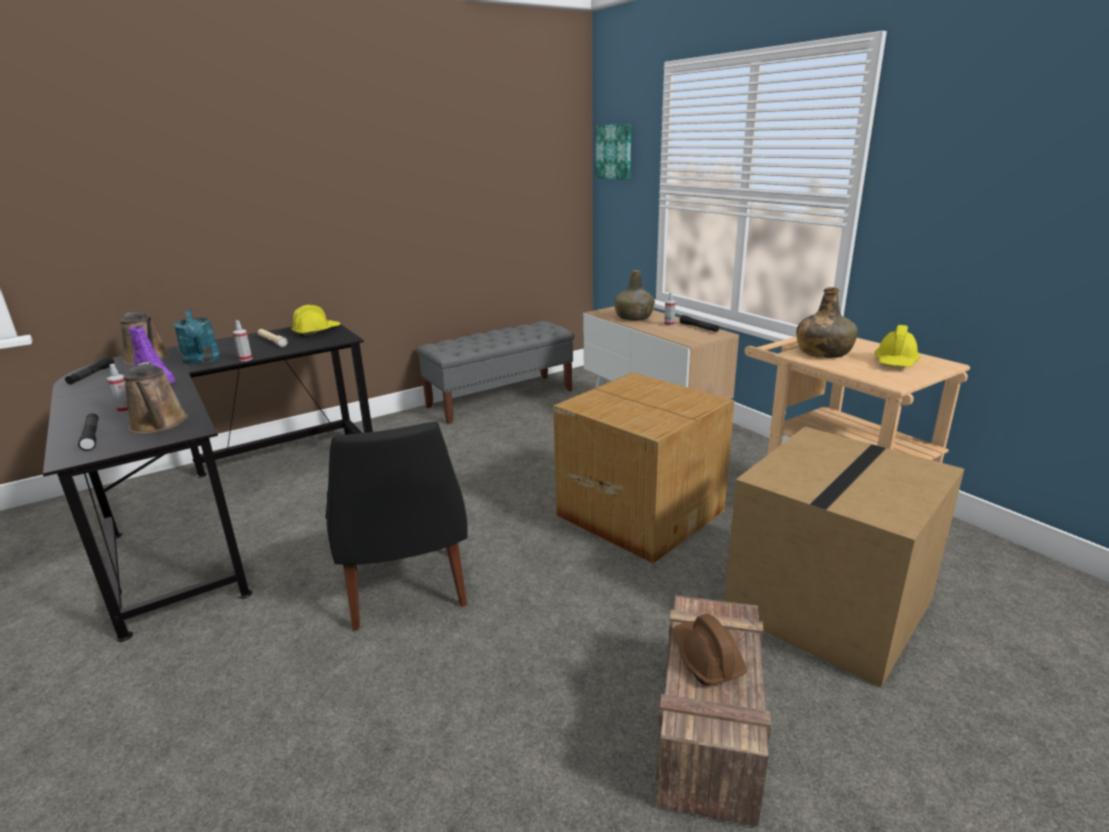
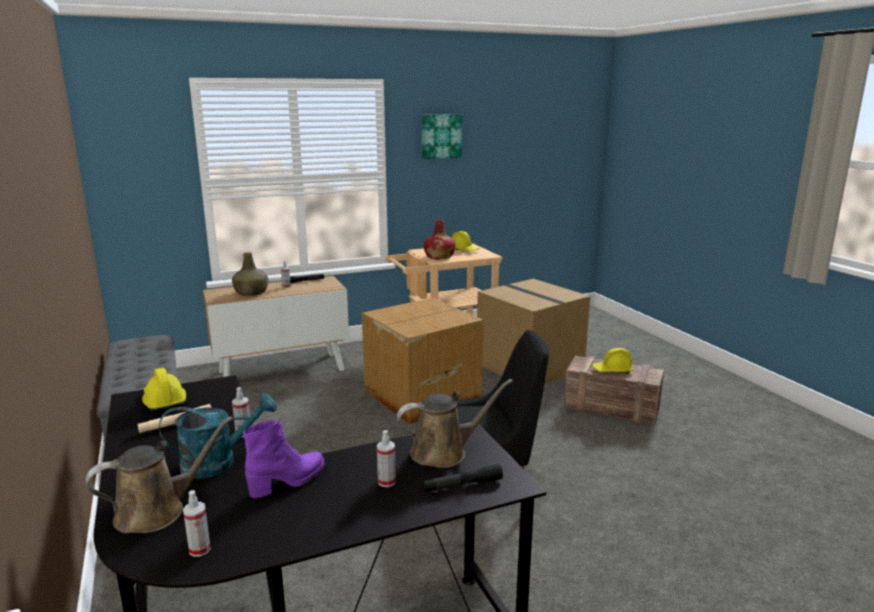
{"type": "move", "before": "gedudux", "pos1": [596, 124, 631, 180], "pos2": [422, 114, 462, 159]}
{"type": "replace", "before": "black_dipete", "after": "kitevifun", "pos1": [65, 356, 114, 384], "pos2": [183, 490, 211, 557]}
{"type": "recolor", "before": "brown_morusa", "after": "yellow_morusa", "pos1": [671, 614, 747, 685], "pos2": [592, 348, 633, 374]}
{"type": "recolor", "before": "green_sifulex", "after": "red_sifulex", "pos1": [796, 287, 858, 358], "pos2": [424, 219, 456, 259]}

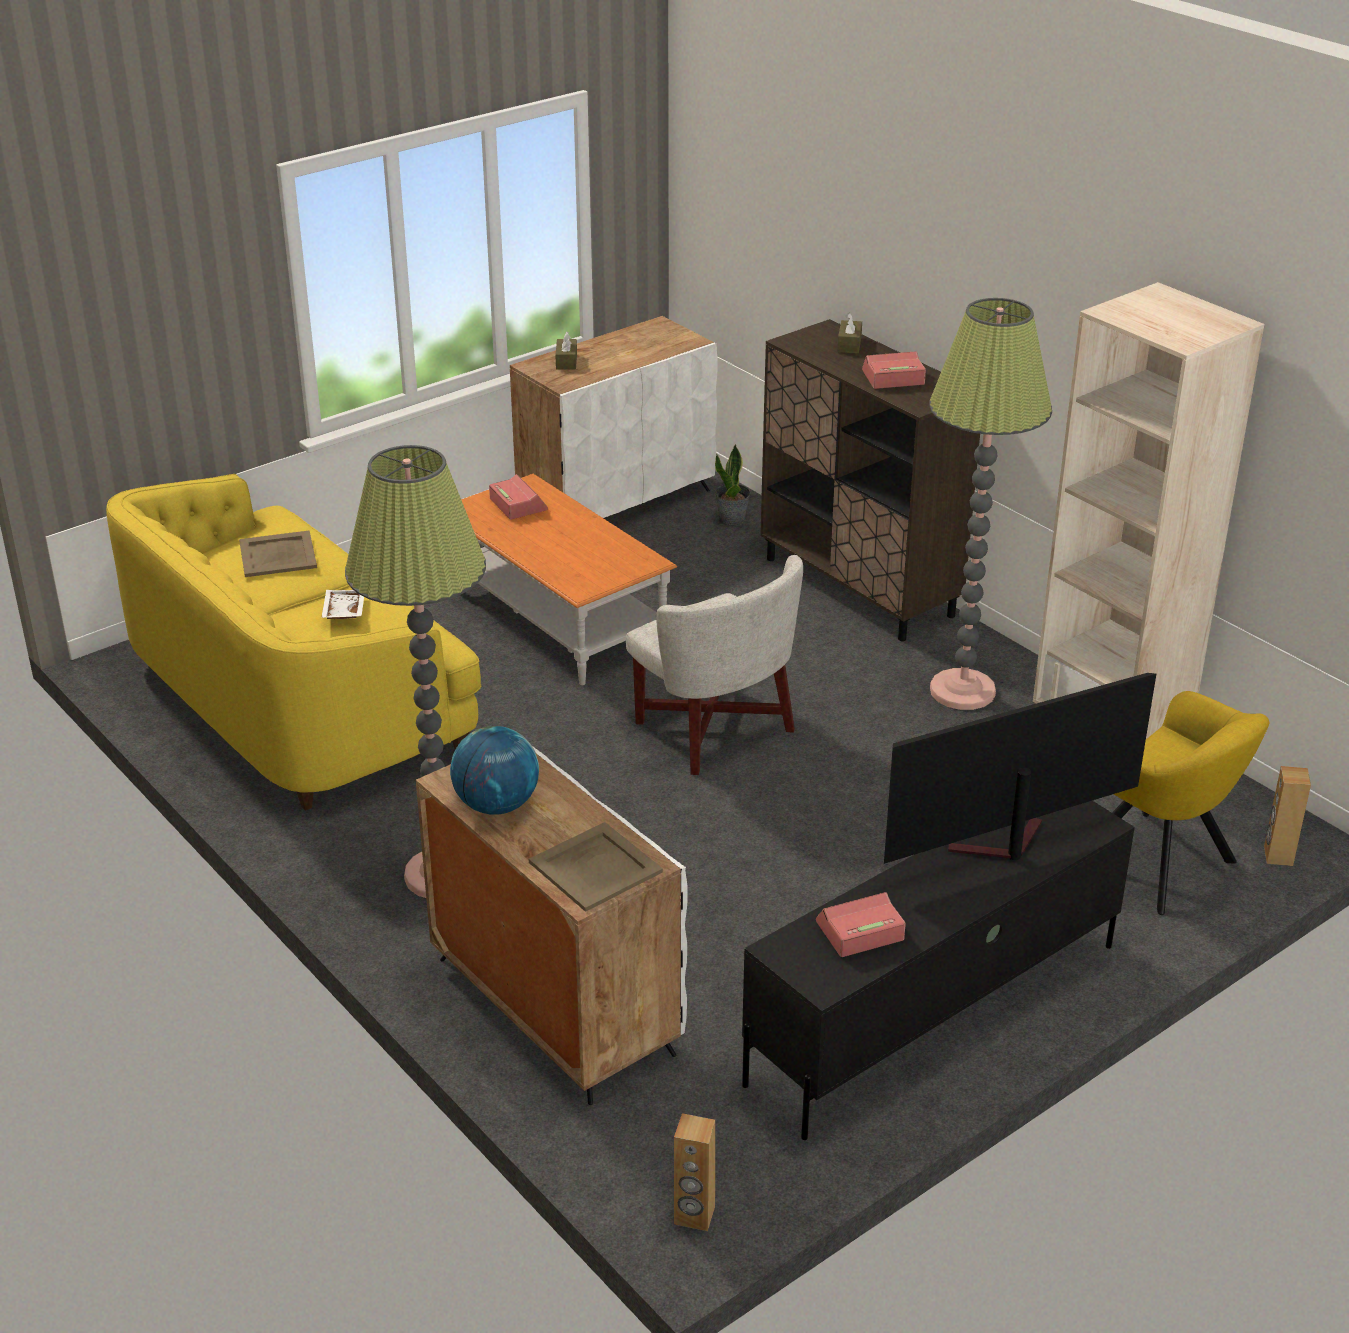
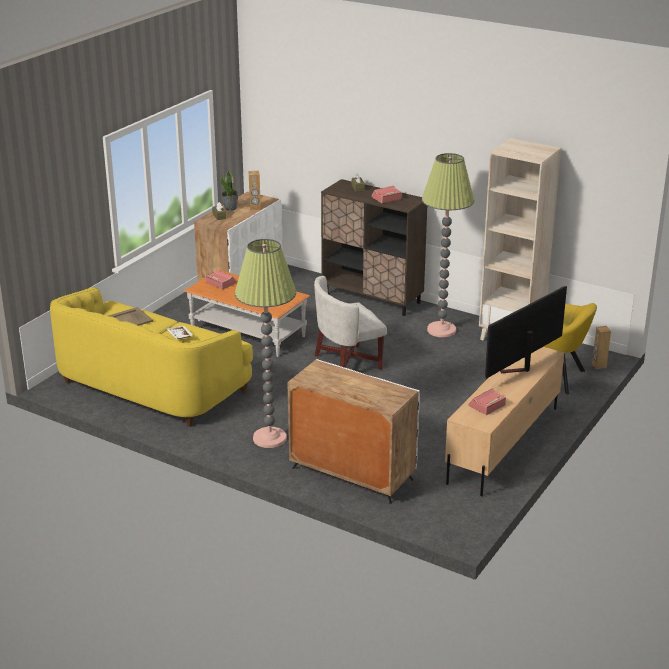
{"type": "delete", "before": "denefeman", "pos1": [450, 726, 539, 815]}
{"type": "delete", "before": "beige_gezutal", "pos1": [529, 822, 663, 912]}
{"type": "move", "before": "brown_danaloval", "pos1": [674, 1113, 715, 1231], "pos2": [249, 171, 261, 210]}
{"type": "move", "before": "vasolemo", "pos1": [715, 444, 750, 527], "pos2": [221, 170, 239, 211]}
{"type": "recolor", "before": "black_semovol", "after": "beige_semovol", "pos1": [742, 801, 1135, 1140], "pos2": [445, 347, 564, 496]}
{"type": "rotate", "before": "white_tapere", "pos1": [626, 555, 803, 775], "pos2": [314, 276, 387, 369], "turn": 120}

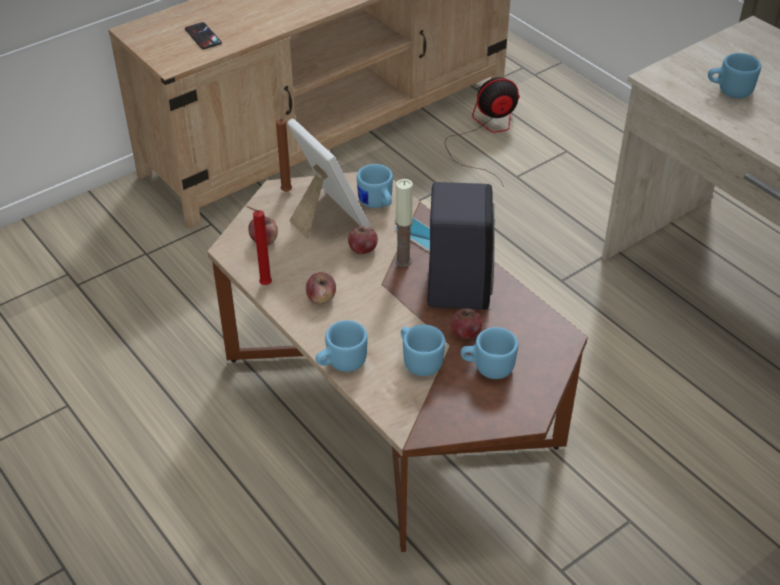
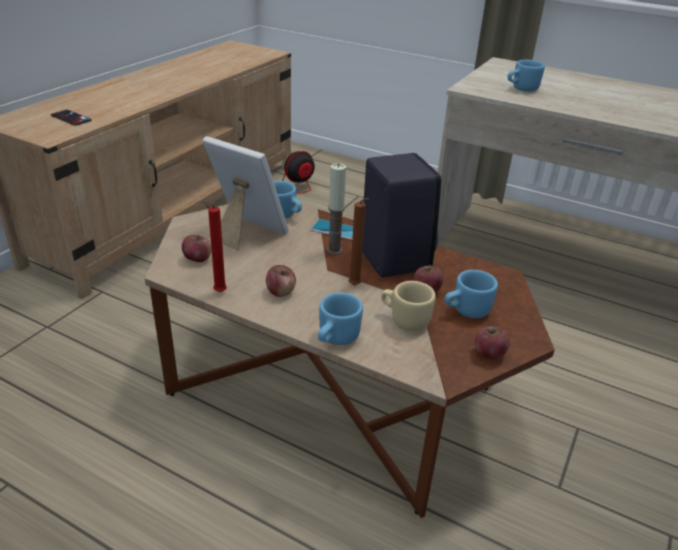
{"type": "move", "before": "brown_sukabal", "pos1": [276, 118, 292, 192], "pos2": [349, 198, 369, 285]}
{"type": "move", "before": "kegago", "pos1": [348, 226, 378, 254], "pos2": [475, 326, 510, 359]}
{"type": "recolor", "before": "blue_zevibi", "after": "beige_zevibi", "pos1": [401, 324, 445, 376], "pos2": [381, 281, 436, 331]}

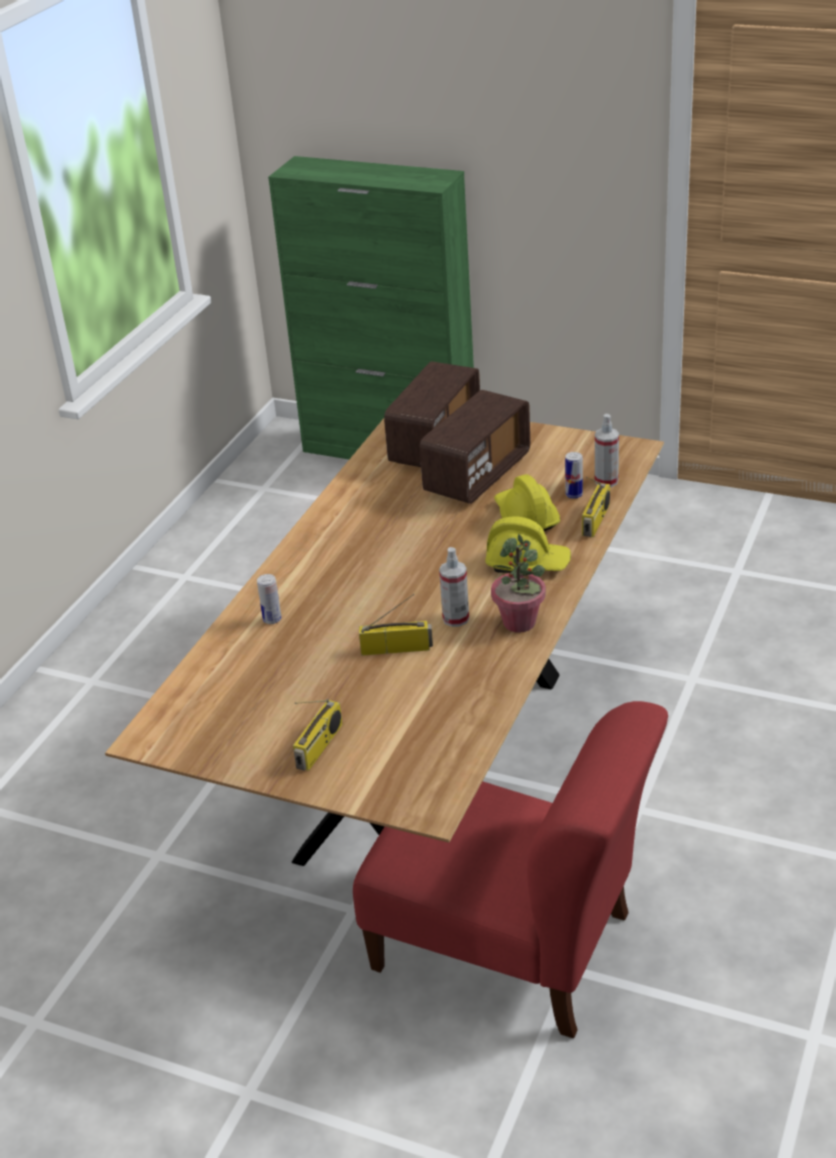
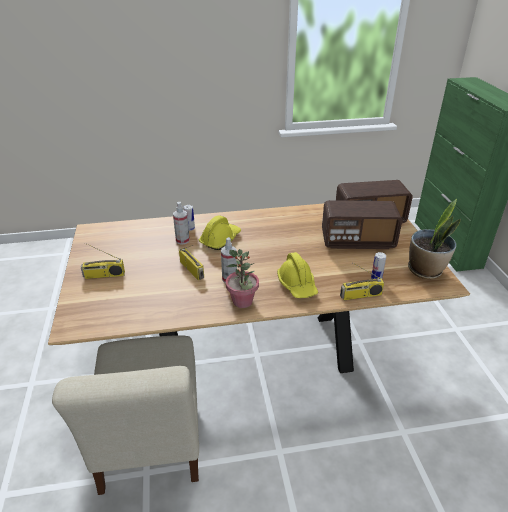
{"type": "insert", "after": "vasolemo", "pos2": [408, 199, 461, 279]}
{"type": "move", "before": "yellow_morusa", "pos1": [494, 474, 560, 531], "pos2": [199, 215, 241, 250]}
{"type": "move", "before": "kitevifun", "pos1": [595, 414, 619, 487], "pos2": [173, 202, 190, 245]}
{"type": "recolor", "before": "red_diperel", "after": "beige_diperel", "pos1": [353, 701, 668, 1038], "pos2": [52, 335, 199, 495]}

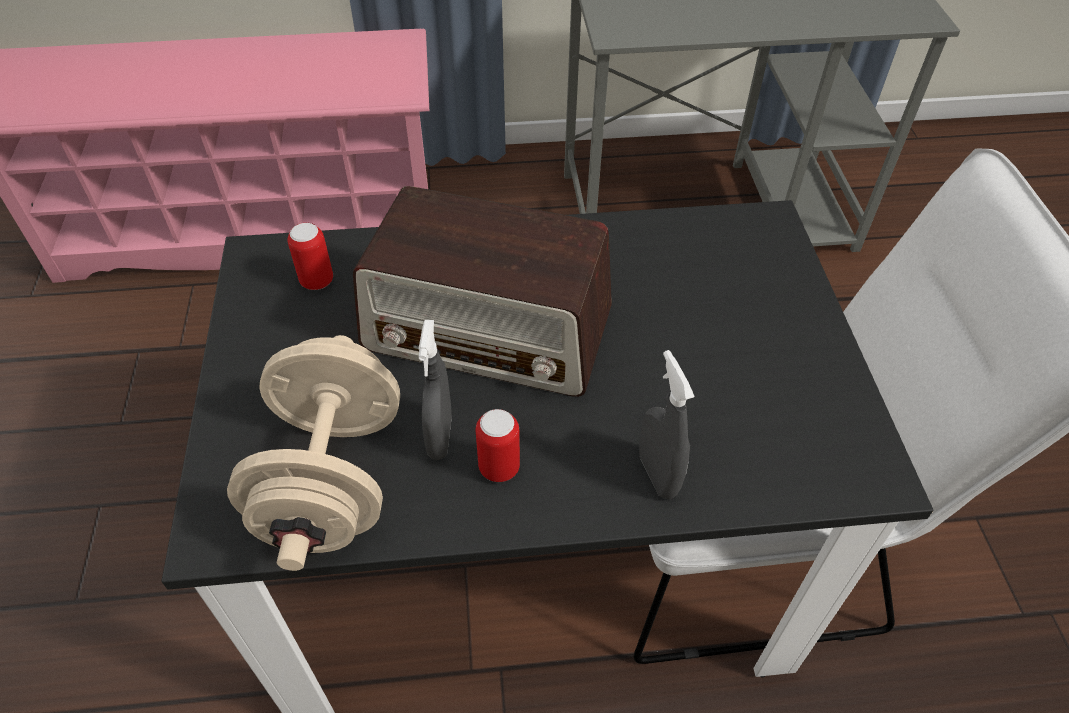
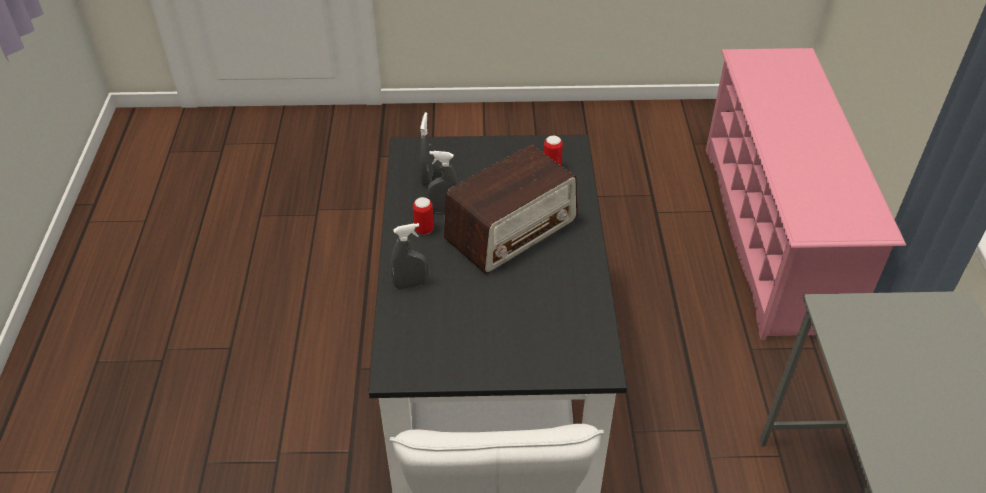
{"type": "replace", "before": "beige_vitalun", "after": "grey_kitevifun", "pos1": [227, 335, 400, 571], "pos2": [420, 112, 434, 186]}
{"type": "rotate", "before": "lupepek", "pos1": [353, 186, 612, 397], "pos2": [443, 145, 577, 274], "turn": -150}

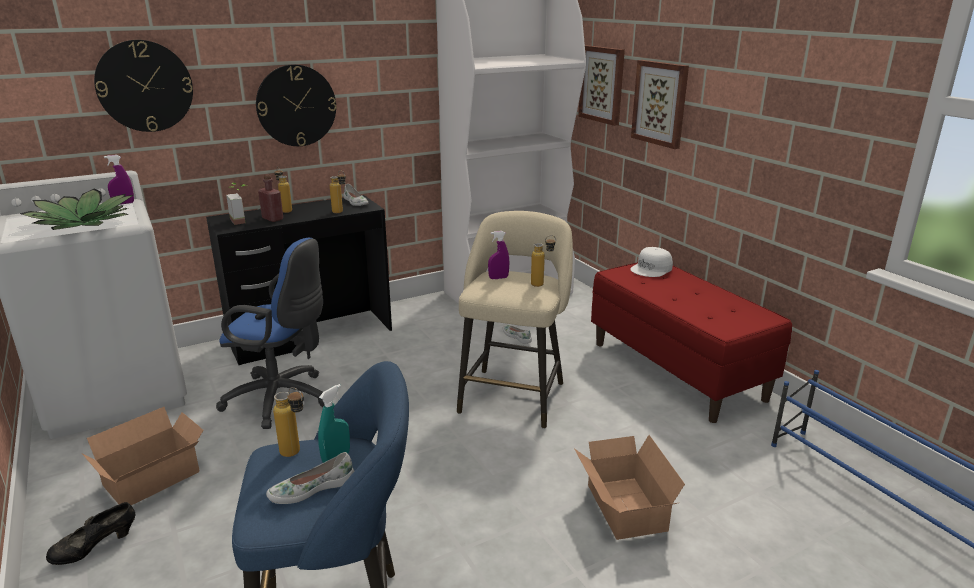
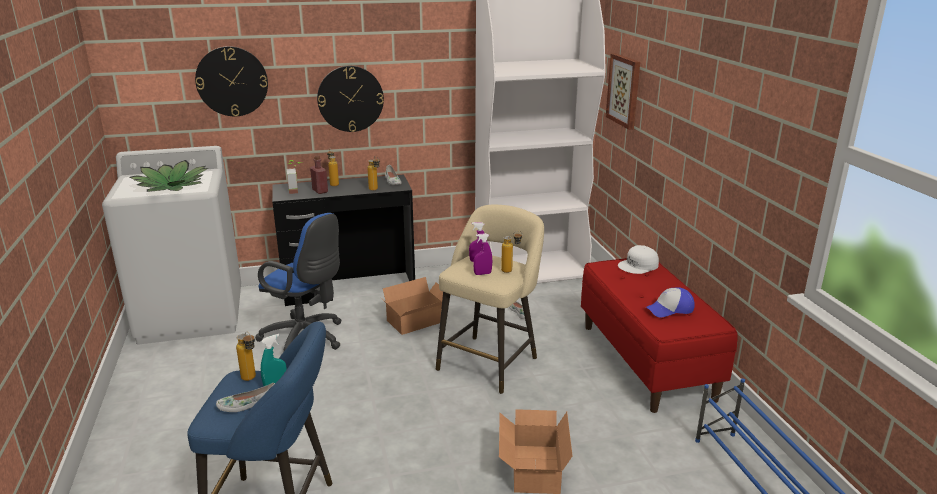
{"type": "delete", "before": "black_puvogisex", "pos1": [46, 502, 135, 565]}
{"type": "delete", "before": "gedudux", "pos1": [631, 60, 689, 149]}
{"type": "insert", "after": "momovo", "pos2": [646, 287, 695, 318]}
{"type": "move", "before": "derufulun", "pos1": [82, 407, 204, 505], "pos2": [380, 277, 451, 335]}
{"type": "move", "before": "purple_kitevifun", "pos1": [104, 155, 134, 205], "pos2": [473, 233, 492, 275]}

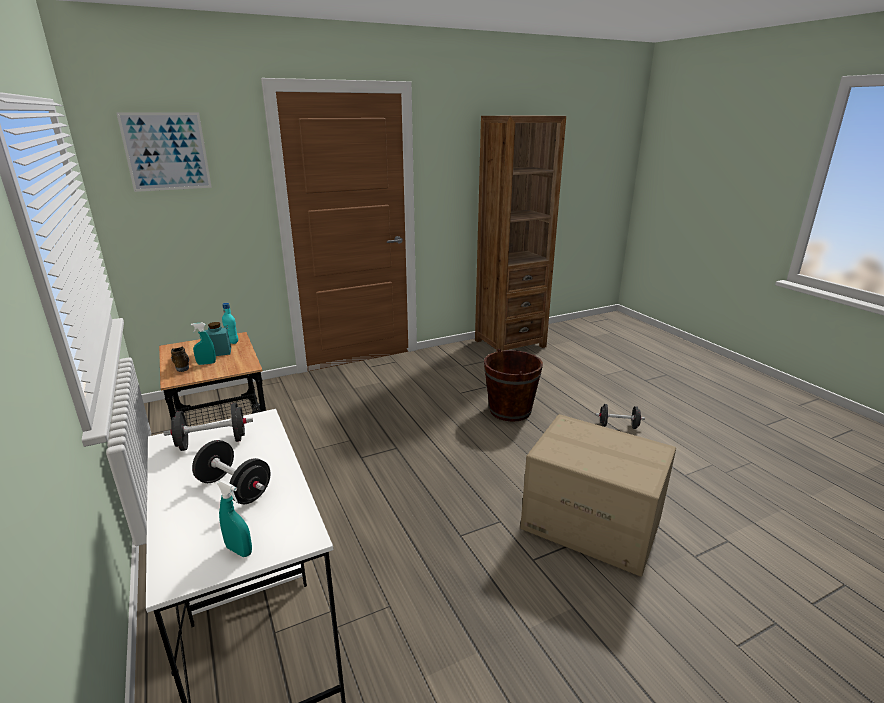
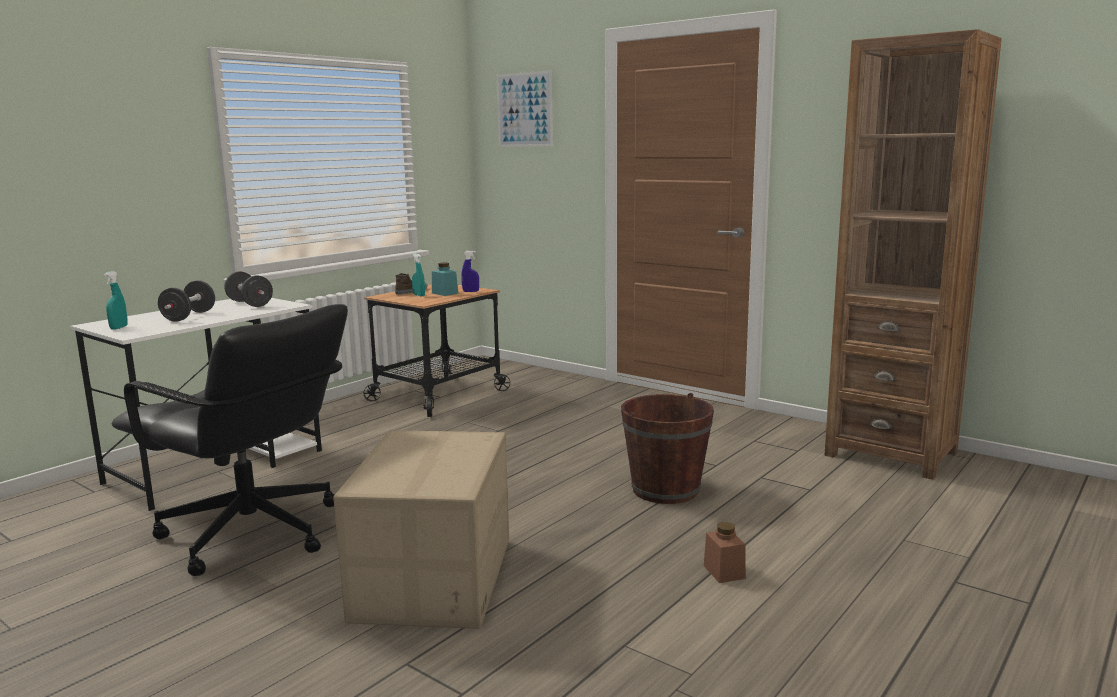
{"type": "insert", "after": "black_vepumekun", "pos2": [112, 304, 348, 576]}
{"type": "replace", "before": "turquoise_sifulex", "after": "blue_kitevifun", "pos1": [222, 303, 238, 344], "pos2": [461, 251, 479, 292]}
{"type": "replace", "before": "black_vitalun", "after": "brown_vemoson", "pos1": [595, 404, 645, 429], "pos2": [704, 522, 746, 583]}

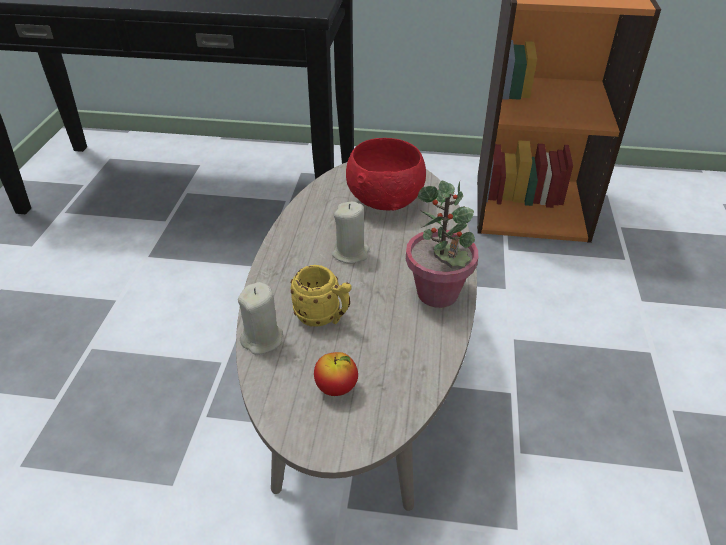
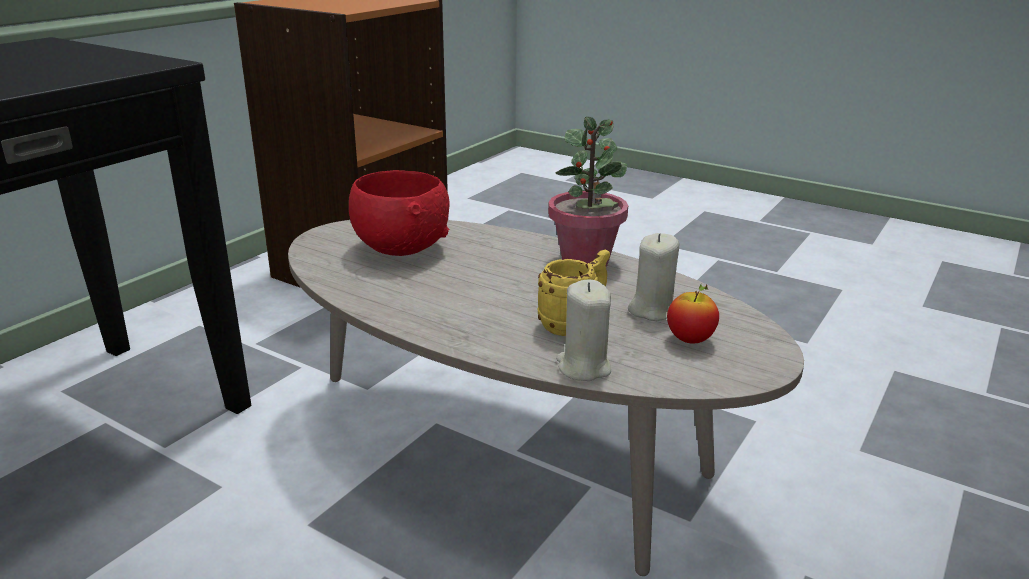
{"type": "move", "before": "beige_sukabal", "pos1": [332, 202, 369, 263], "pos2": [628, 233, 679, 321]}

